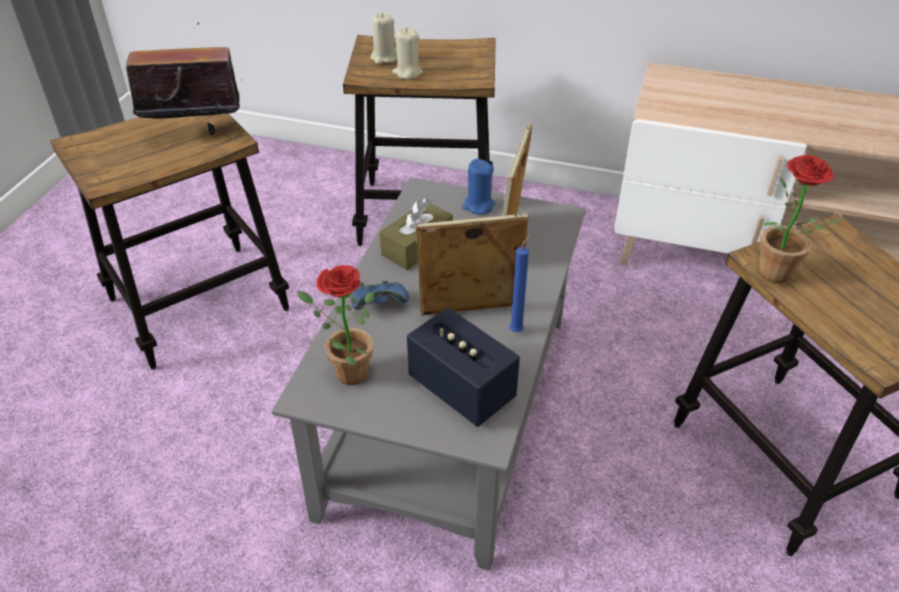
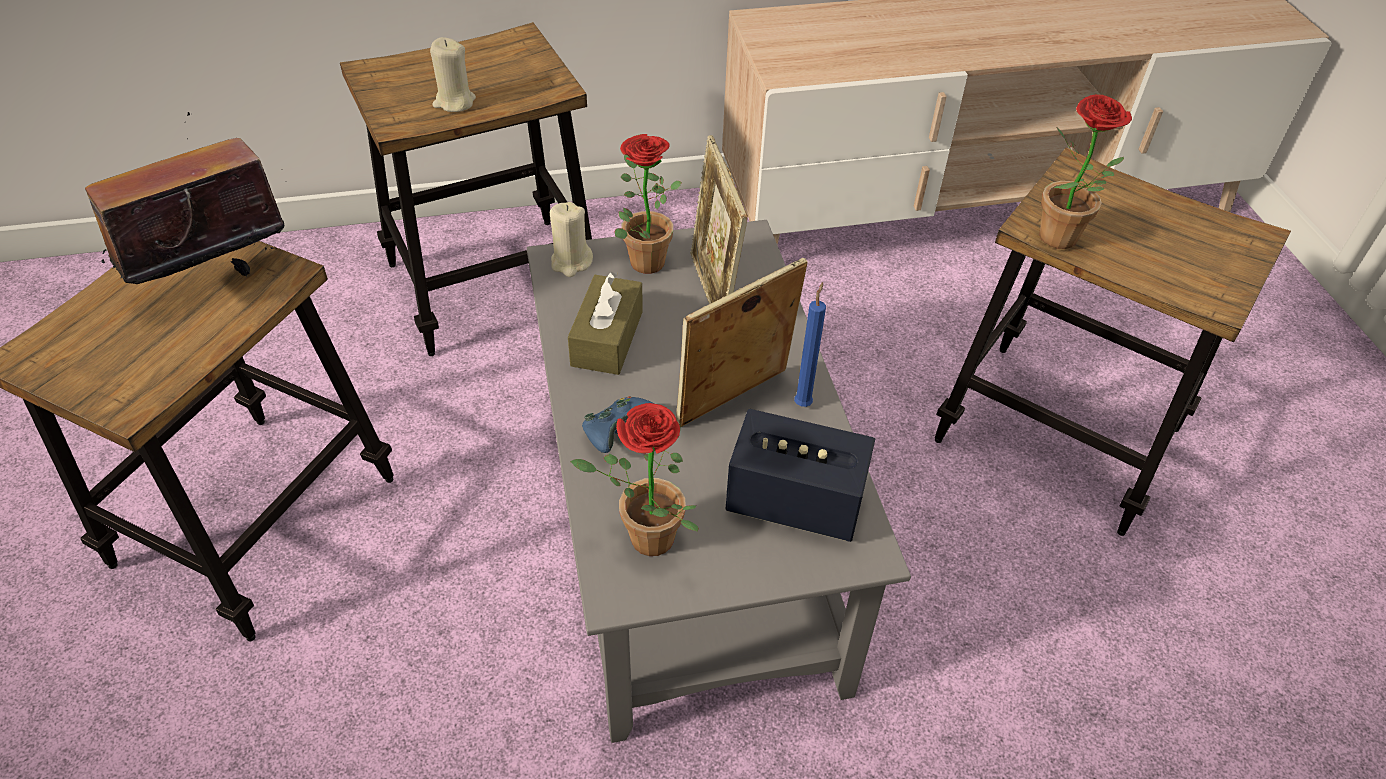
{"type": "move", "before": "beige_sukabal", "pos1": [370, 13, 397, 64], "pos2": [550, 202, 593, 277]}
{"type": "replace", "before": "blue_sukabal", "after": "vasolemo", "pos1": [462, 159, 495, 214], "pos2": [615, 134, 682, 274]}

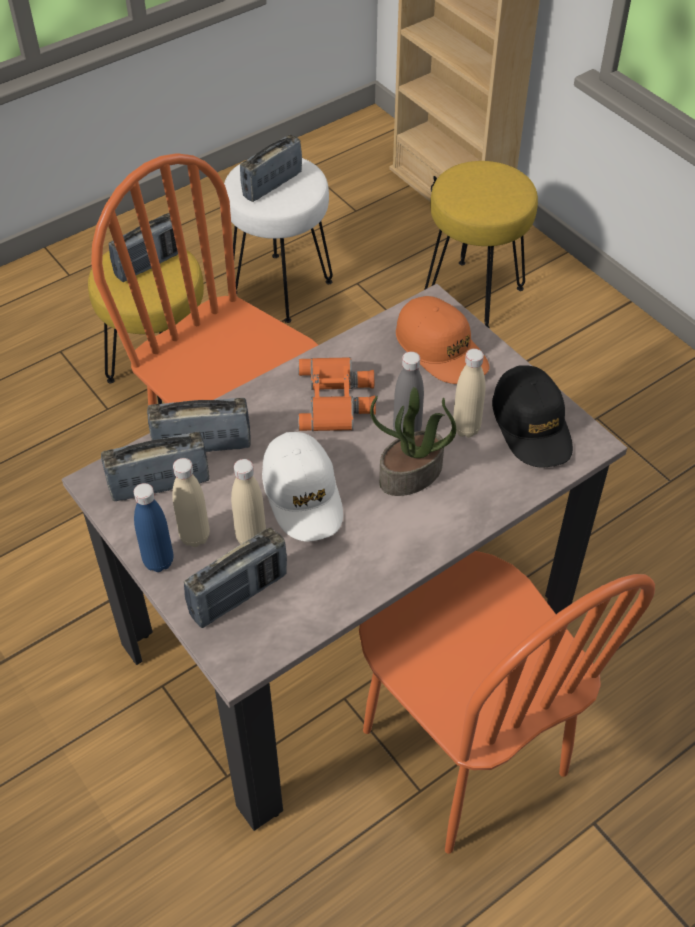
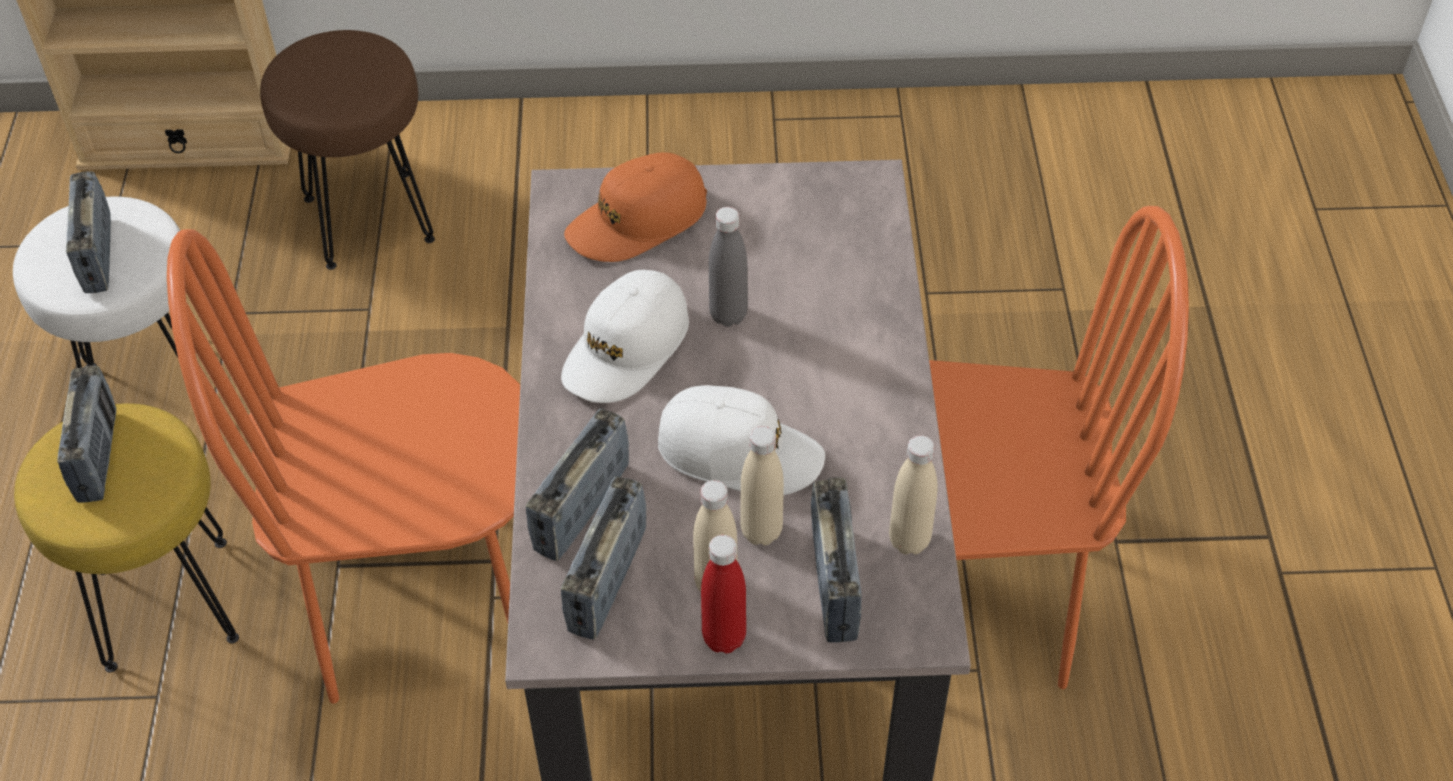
{"type": "delete", "before": "vasolemo", "pos1": [370, 387, 456, 496]}
{"type": "delete", "before": "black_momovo", "pos1": [492, 365, 573, 468]}
{"type": "move", "before": "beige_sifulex", "pos1": [453, 349, 485, 438], "pos2": [889, 435, 938, 555]}
{"type": "replace", "before": "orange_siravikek", "after": "white_momovo", "pos1": [298, 357, 376, 431], "pos2": [561, 270, 689, 403]}
{"type": "recolor", "before": "blue_sifulex", "after": "red_sifulex", "pos1": [134, 483, 173, 572], "pos2": [701, 535, 746, 654]}
{"type": "recolor", "before": "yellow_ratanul", "after": "brown_ratanul", "pos1": [424, 161, 538, 329], "pos2": [260, 30, 435, 270]}
{"type": "rotate", "before": "orange_momovo", "pos1": [396, 296, 490, 384], "pos2": [564, 152, 707, 262], "turn": 150}

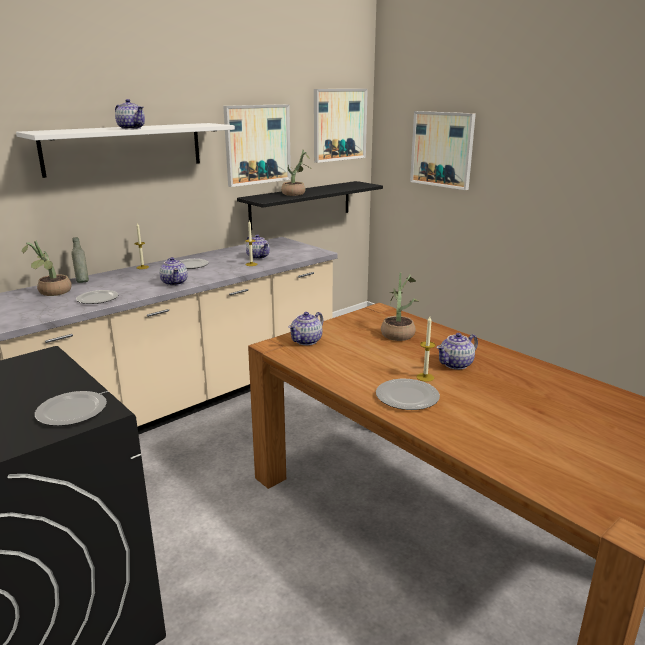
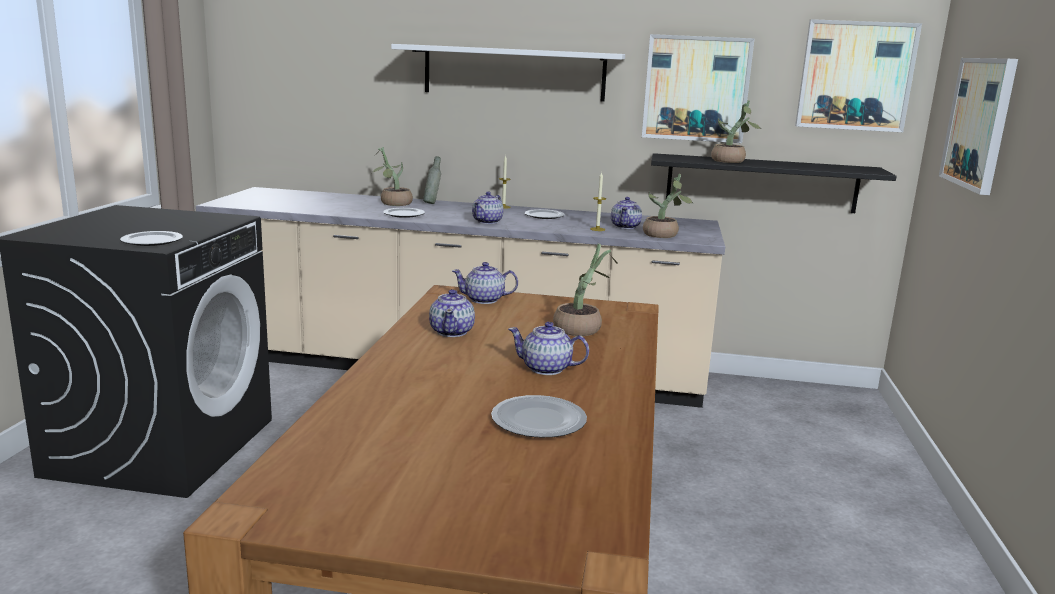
{"type": "delete", "before": "sukabal", "pos1": [416, 316, 436, 382]}
{"type": "insert", "after": "vasolemo", "pos2": [643, 174, 693, 238]}
{"type": "move", "before": "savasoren", "pos1": [115, 99, 145, 129], "pos2": [429, 289, 475, 337]}
{"type": "move", "before": "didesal", "pos1": [376, 379, 440, 410], "pos2": [491, 395, 587, 438]}

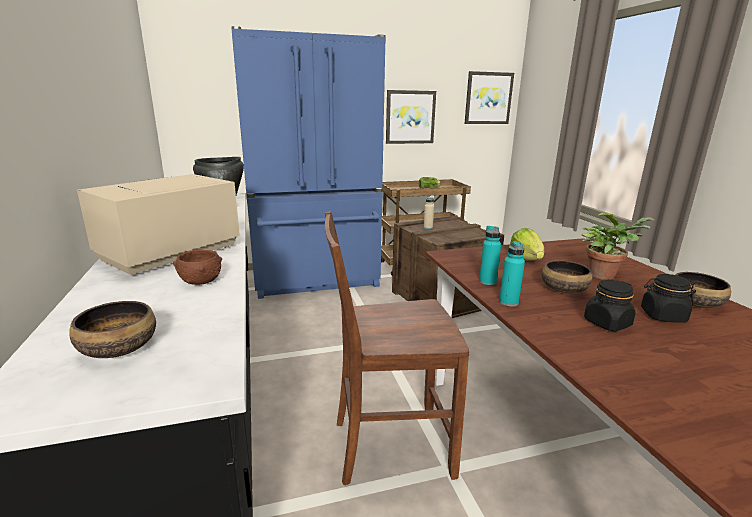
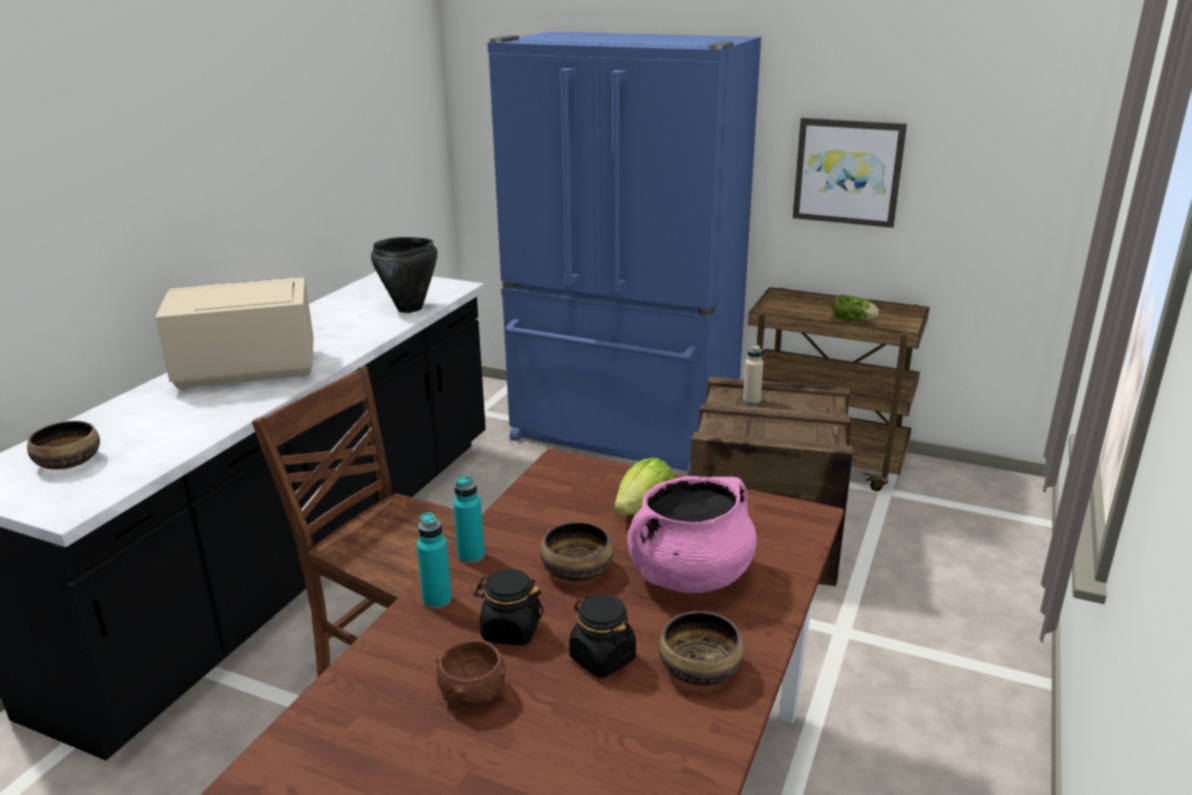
{"type": "delete", "before": "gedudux", "pos1": [465, 71, 514, 124]}
{"type": "move", "before": "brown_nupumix", "pos1": [173, 250, 222, 285], "pos2": [436, 639, 506, 708]}
{"type": "move", "before": "turquoise_sifulex", "pos1": [479, 226, 501, 285], "pos2": [417, 512, 452, 609]}
{"type": "replace", "before": "vasolemo", "after": "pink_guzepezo", "pos1": [581, 212, 654, 280], "pos2": [627, 476, 757, 593]}

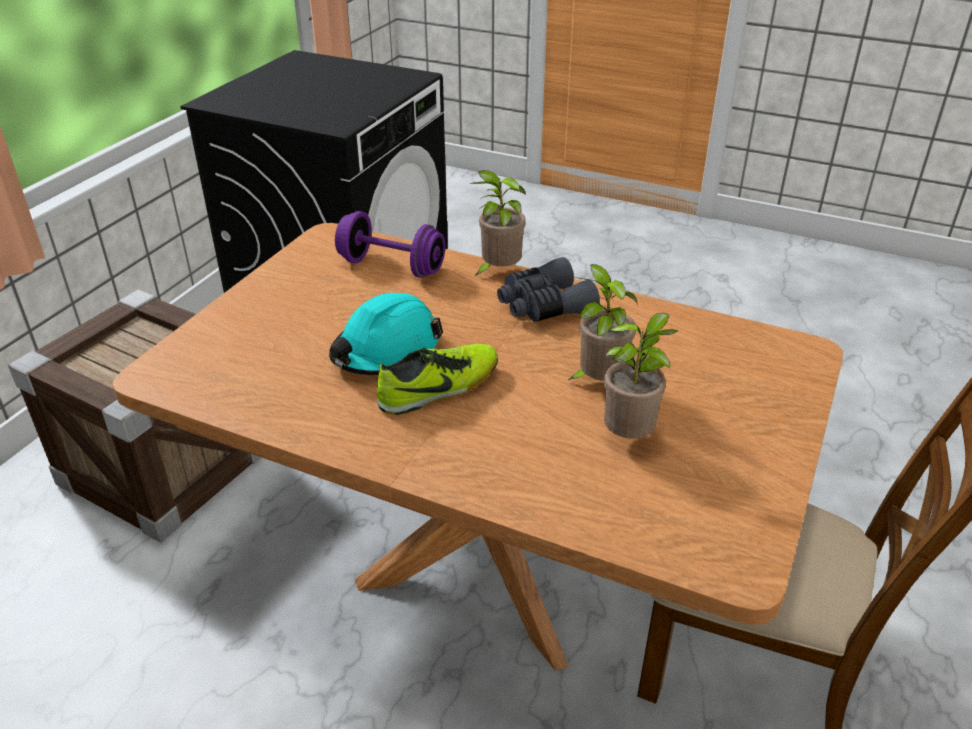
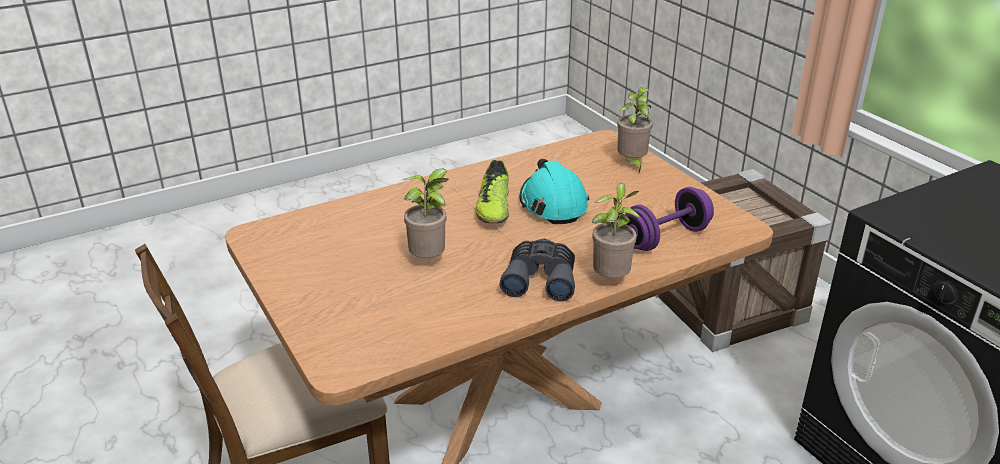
{"type": "move", "before": "vasolemo", "pos1": [604, 313, 679, 439], "pos2": [617, 88, 653, 173]}

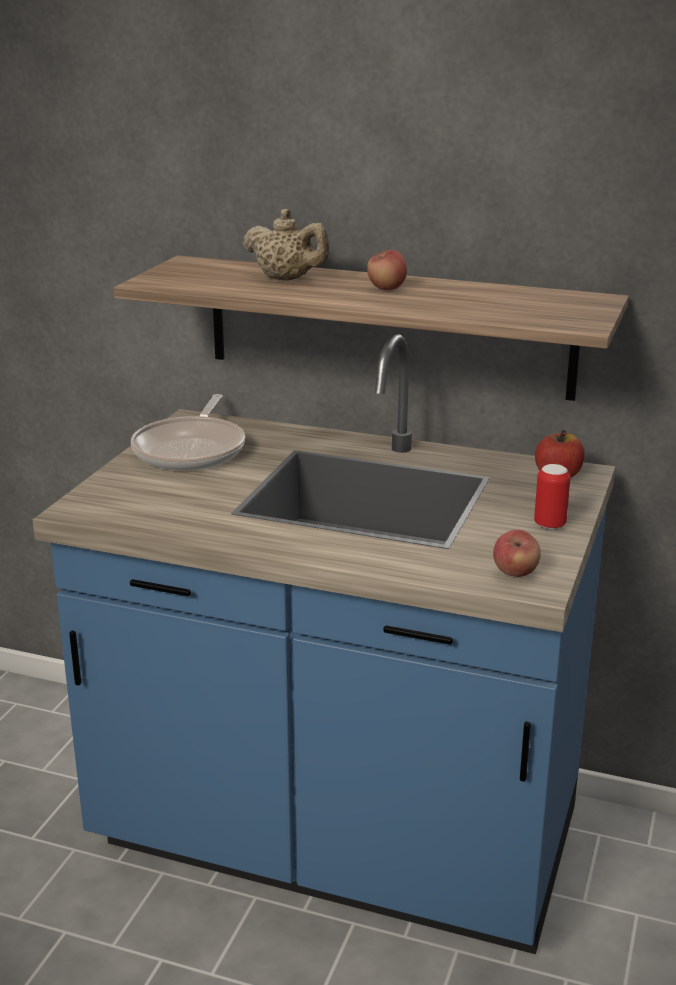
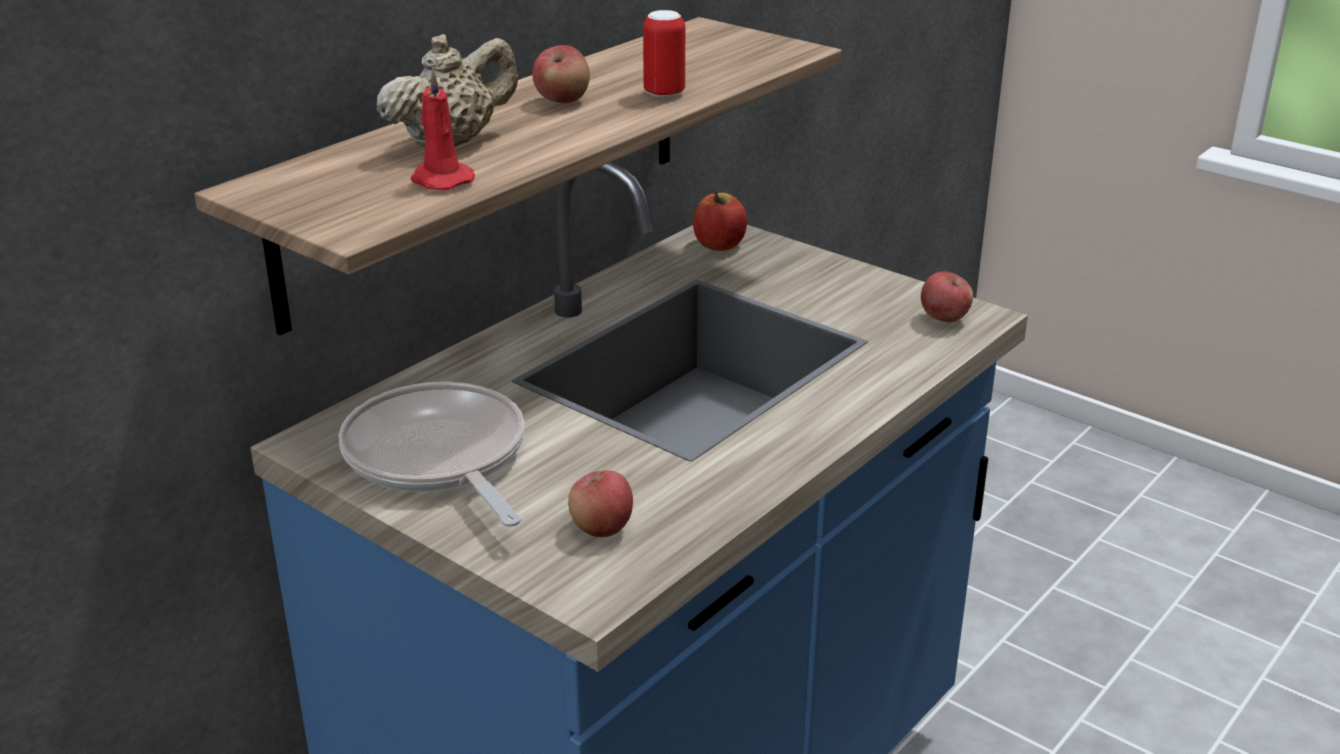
{"type": "insert", "after": "red_sukabal", "pos2": [410, 68, 475, 190]}
{"type": "insert", "after": "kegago", "pos2": [568, 470, 633, 537]}
{"type": "move", "before": "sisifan", "pos1": [534, 464, 571, 530], "pos2": [643, 10, 685, 98]}
{"type": "rotate", "before": "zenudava", "pos1": [131, 394, 245, 470], "pos2": [339, 382, 525, 527], "turn": -150}

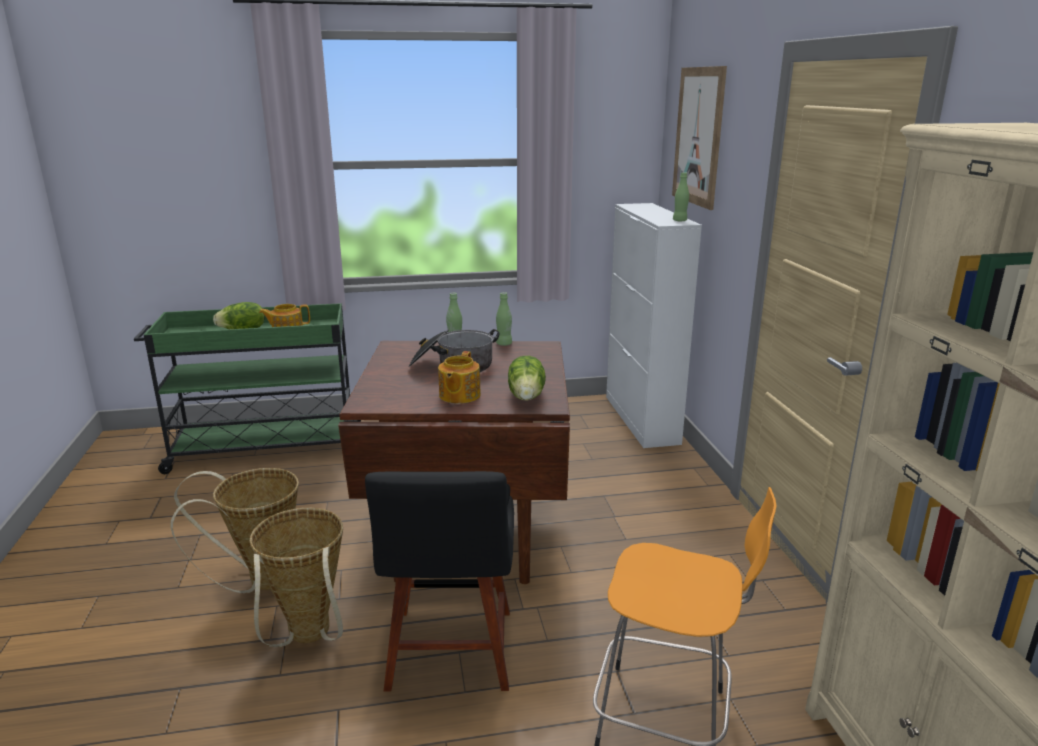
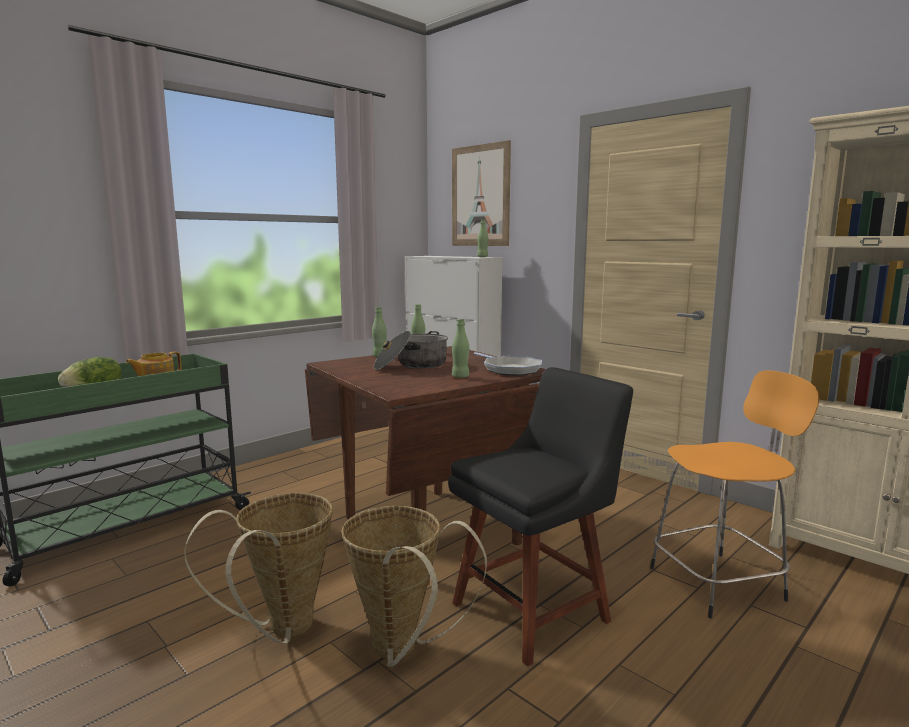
{"type": "replace", "before": "savasoren", "after": "green_sifulex", "pos1": [438, 351, 481, 403], "pos2": [452, 319, 469, 378]}
{"type": "replace", "before": "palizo", "after": "zenudava", "pos1": [508, 356, 546, 401], "pos2": [474, 352, 542, 376]}
{"type": "rotate", "before": "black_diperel", "pos1": [365, 471, 514, 692], "pos2": [448, 367, 633, 667], "turn": -90}

